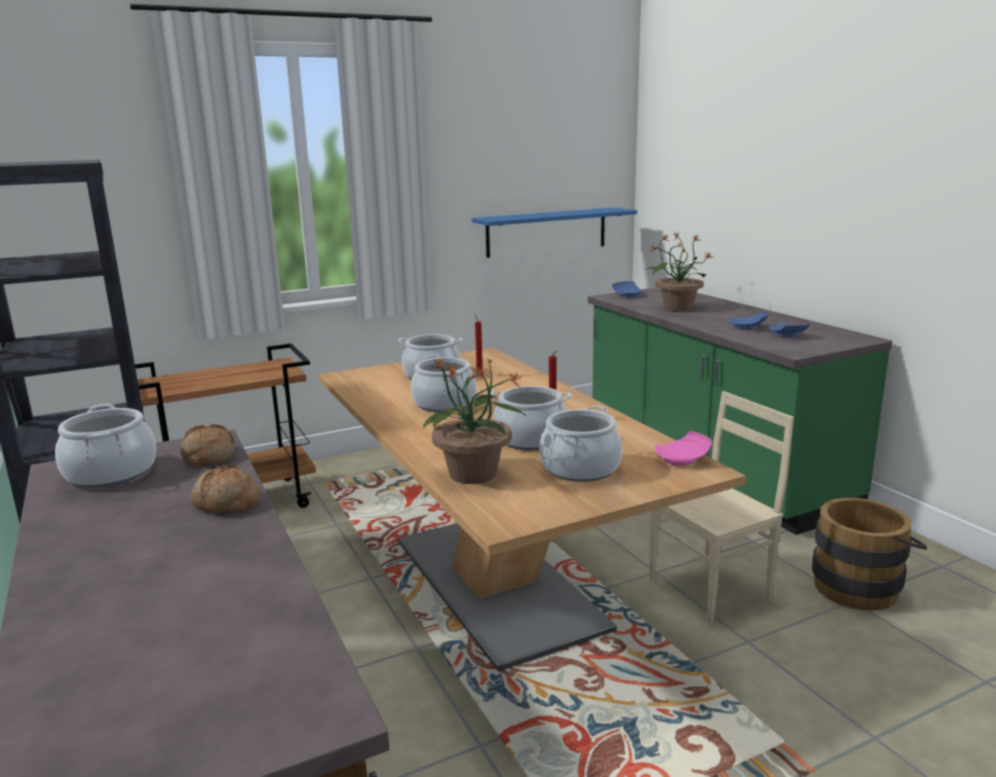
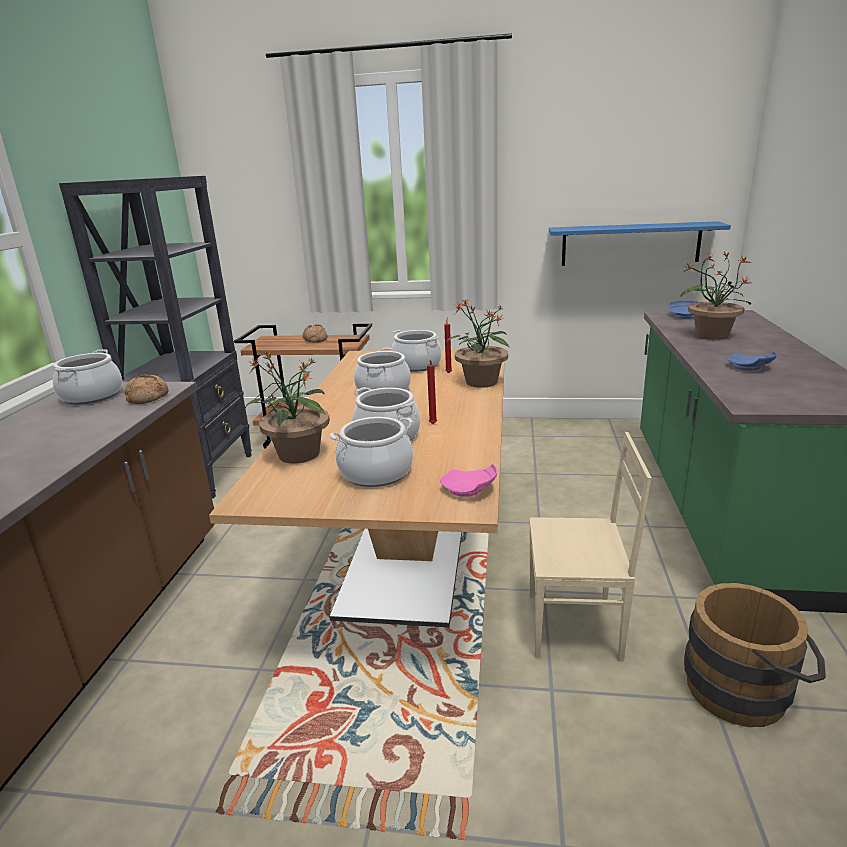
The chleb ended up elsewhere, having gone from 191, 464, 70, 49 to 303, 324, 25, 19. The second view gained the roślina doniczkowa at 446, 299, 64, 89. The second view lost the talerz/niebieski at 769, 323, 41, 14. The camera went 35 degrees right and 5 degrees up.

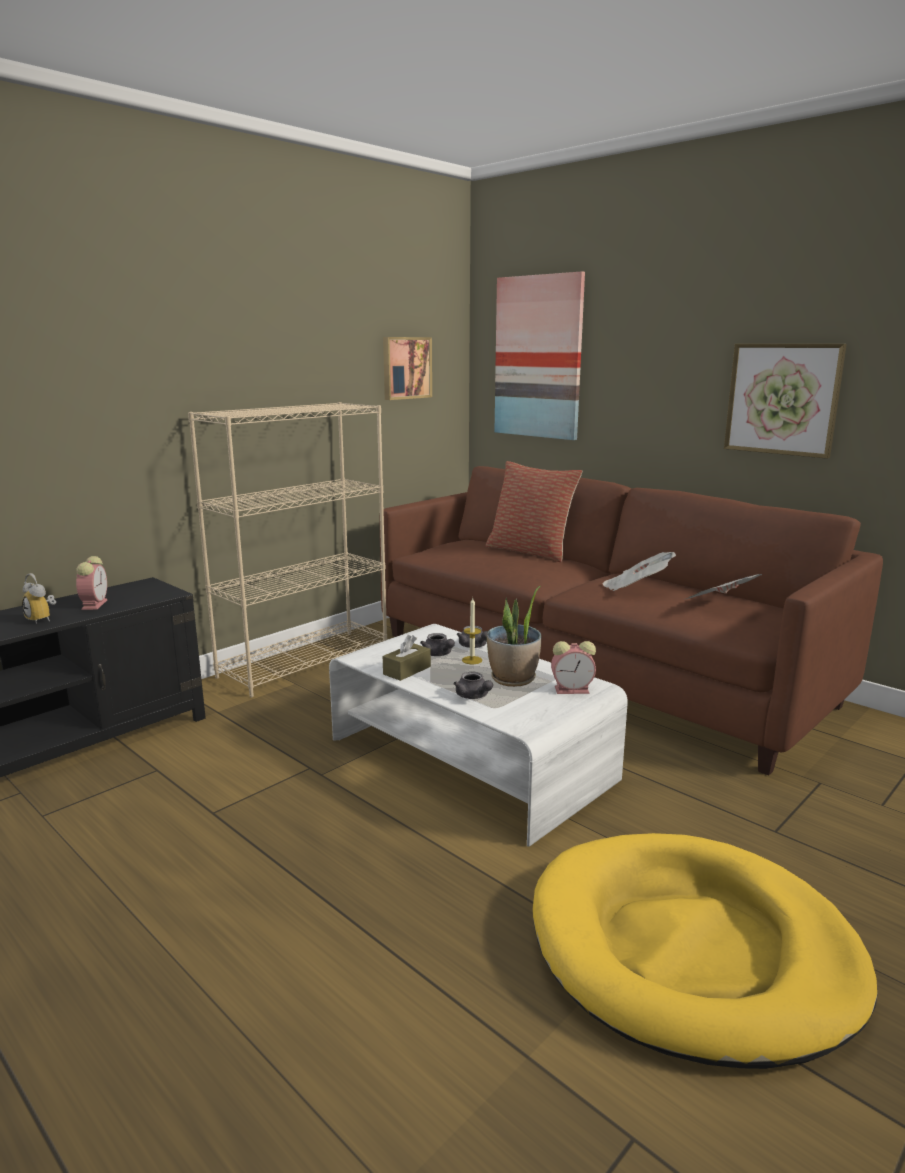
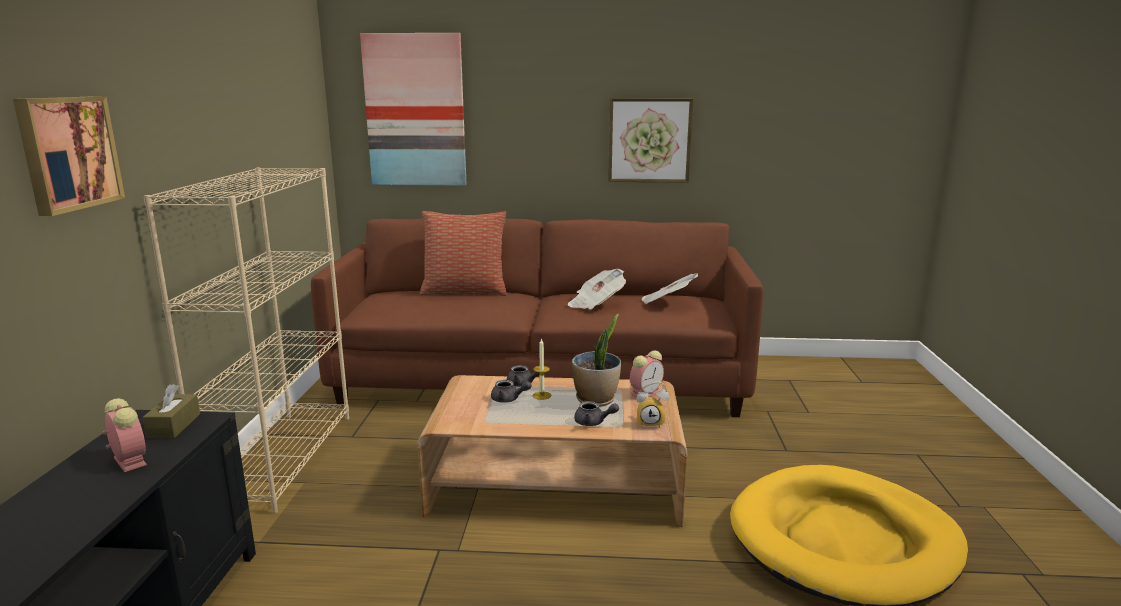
The obraz ended up elsewhere, having gone from 383, 337, 49, 63 to 13, 96, 112, 120. The pudełko chusteczek/brązowy ended up elsewhere, having gone from 383, 635, 48, 46 to 142, 384, 58, 54. What was the ława/biały at 329, 624, 299, 223 turned into the ława/brązowy at 417, 375, 270, 152. The budzik ended up elsewhere, having gone from 22, 573, 34, 51 to 637, 381, 32, 47. The camera went 40 degrees left and 0 degrees up.

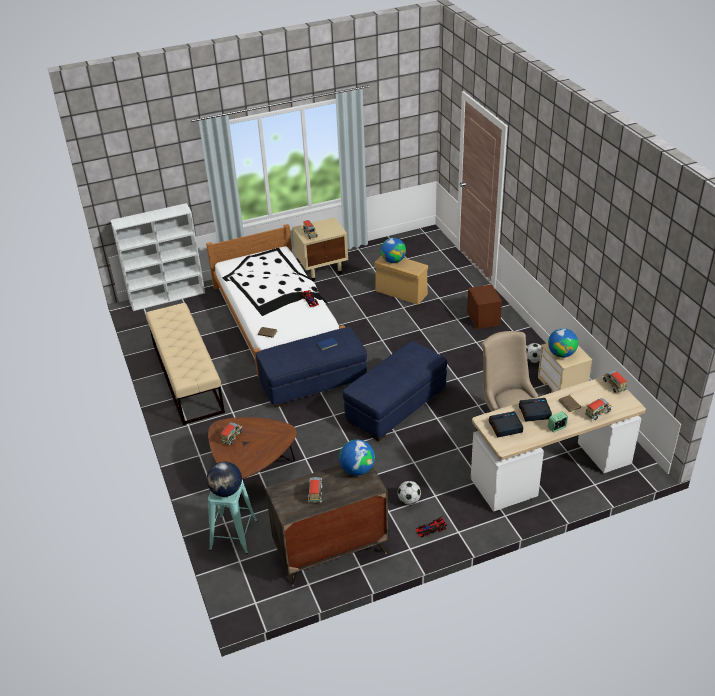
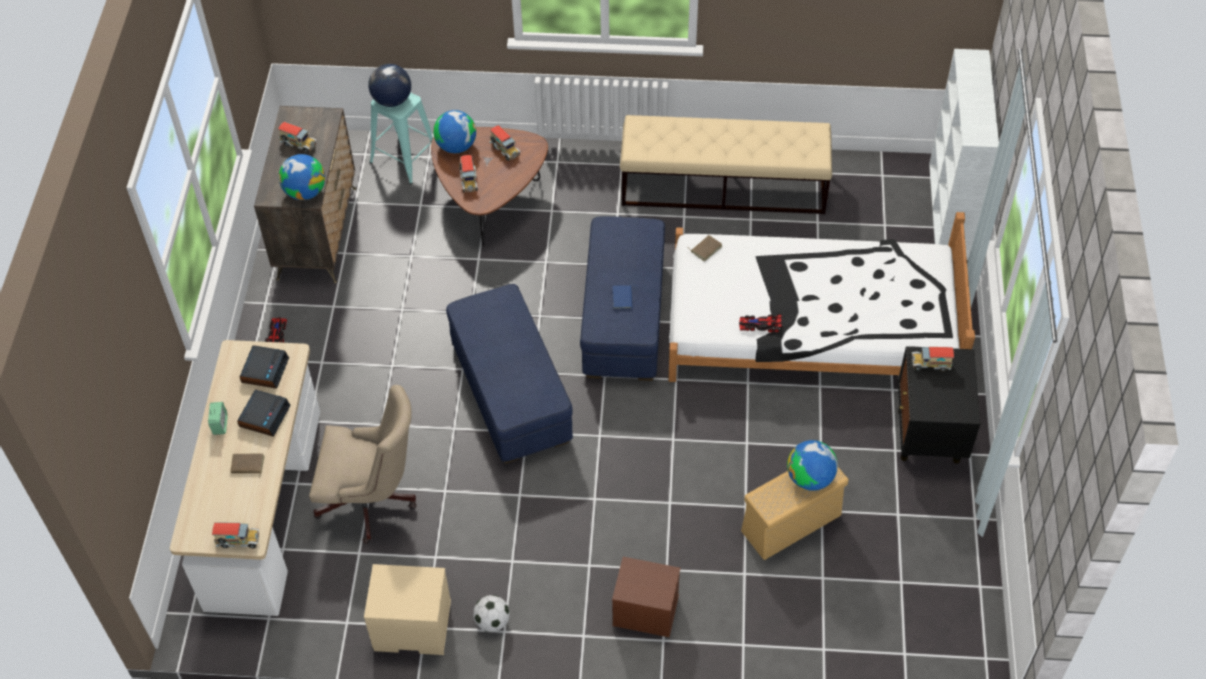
The globus ended up elsewhere, having gone from 548, 328, 30, 30 to 433, 110, 43, 43. The ciężarówka zabawkowa ended up elsewhere, having gone from 585, 398, 27, 22 to 459, 155, 19, 38. What was the szafka nocna/beżowy at 292, 217, 56, 64 turned into the szafka nocna/czarny at 898, 346, 82, 118. The second view lost the piłka futbolowa at 397, 481, 24, 24. The camera went 115 degrees right and 15 degrees up.

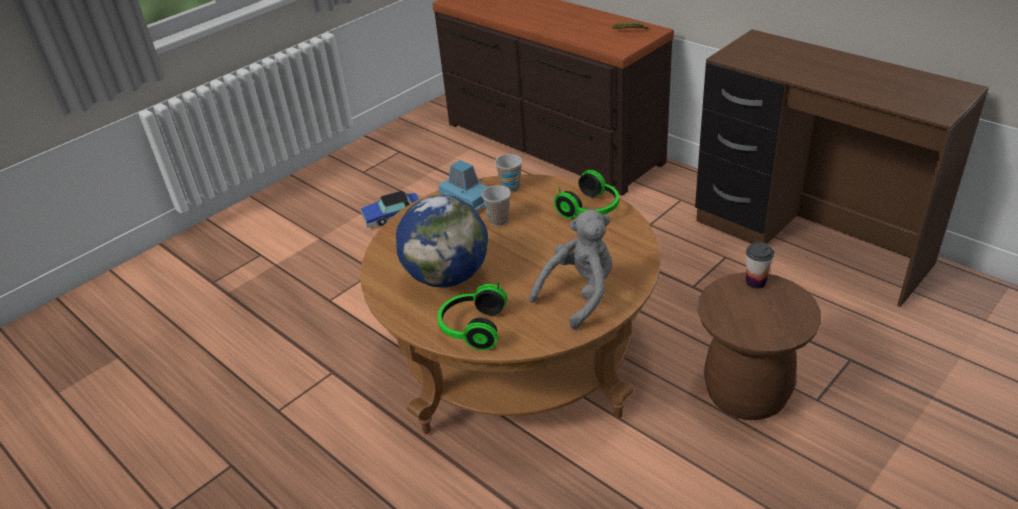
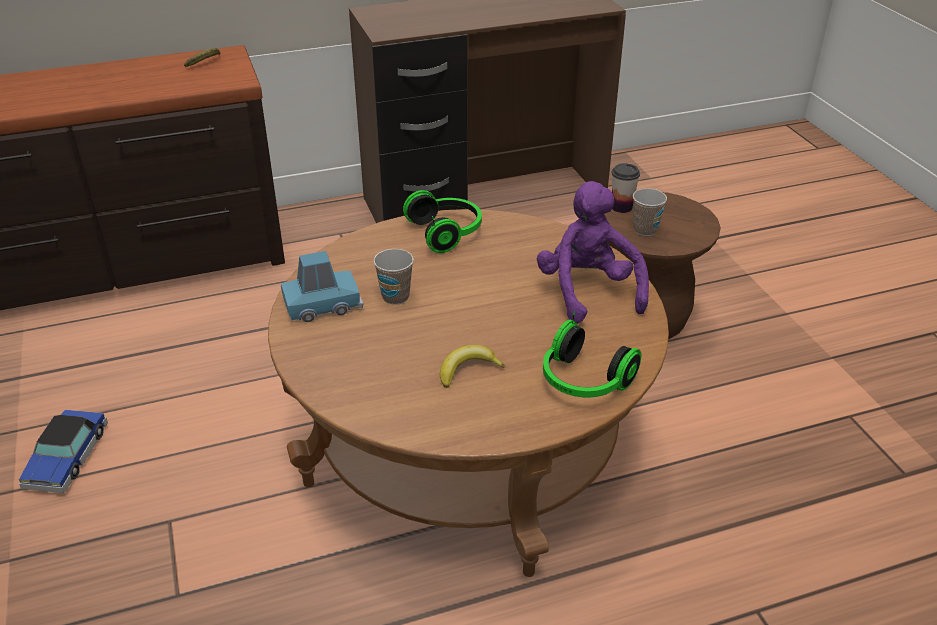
Where the globus stood at 396, 195, 92, 93, the banan came to stand at 440, 345, 65, 43. What was the pluszak/szary at 529, 209, 83, 121 turned into the pluszak/fioletowy at 537, 181, 112, 143. The filiżanka ended up elsewhere, having gone from 495, 154, 27, 39 to 633, 188, 34, 48. The camera went 65 degrees left and 0 degrees up.

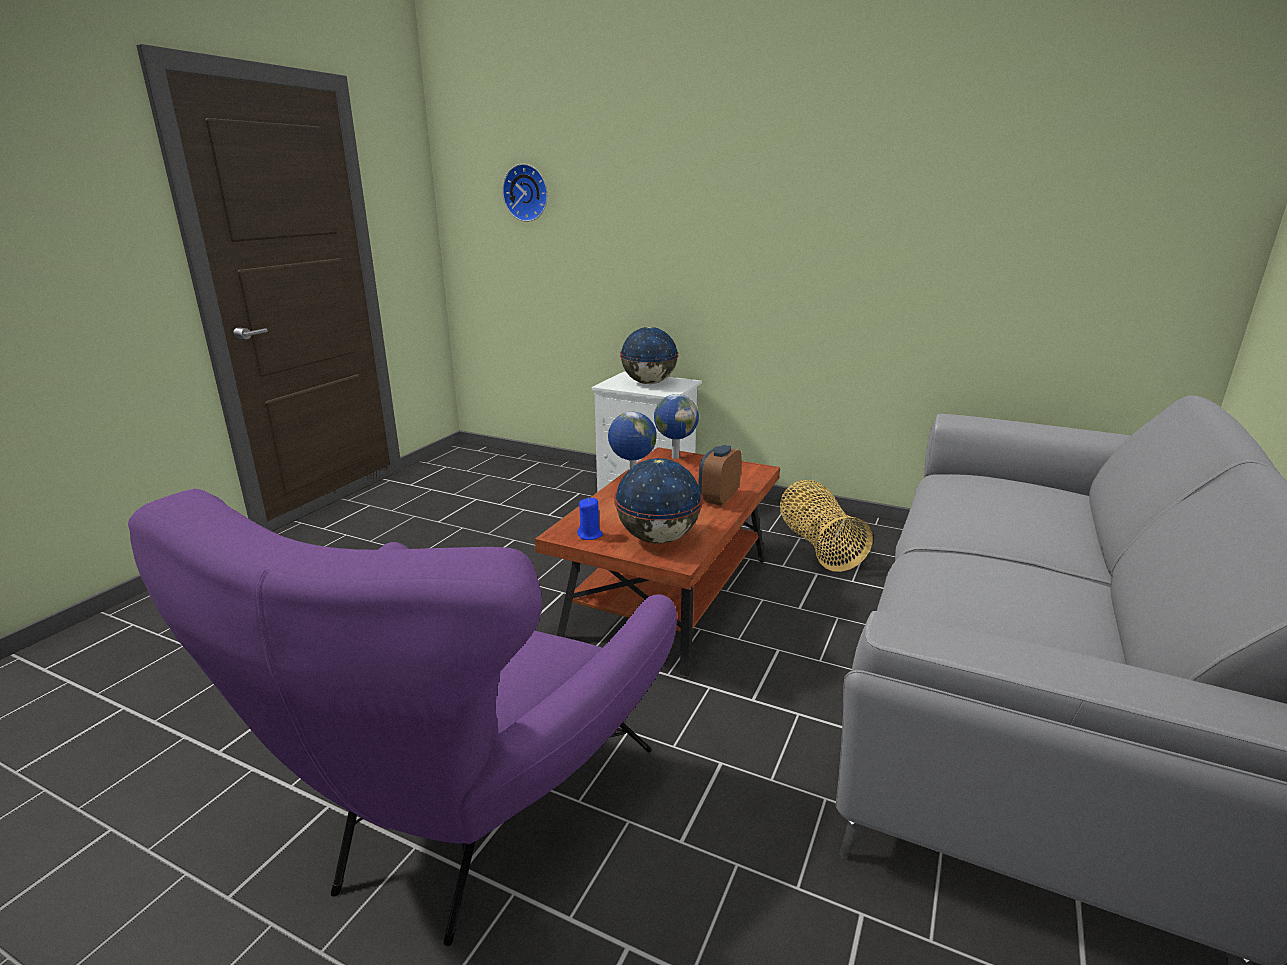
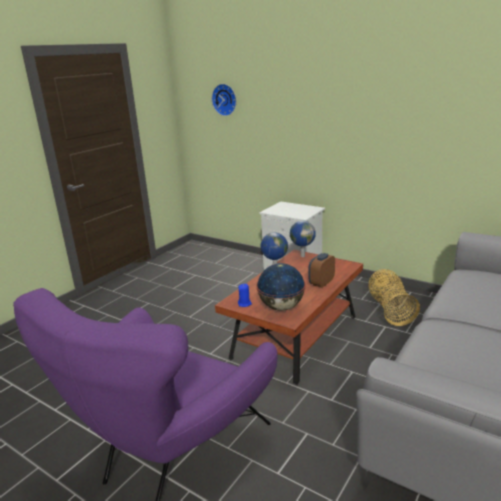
The second view lost the globus at 620, 327, 59, 57. The camera went 10 degrees right and 0 degrees up.

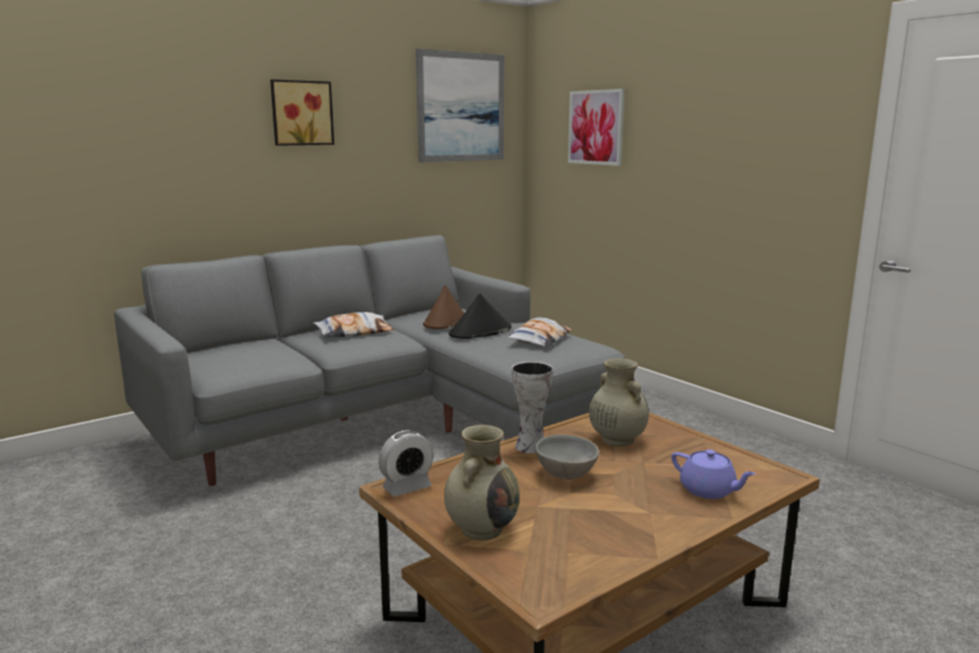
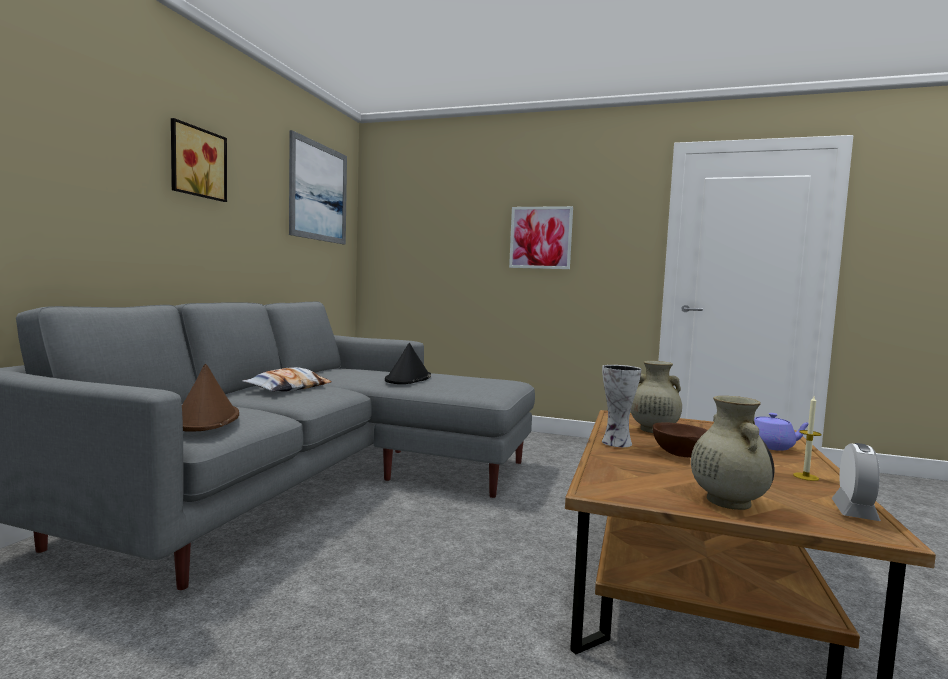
The kapelusz/brązowy ended up elsewhere, having gone from 423, 285, 42, 44 to 182, 364, 57, 68. The obraz ended up elsewhere, having gone from 568, 89, 57, 77 to 509, 206, 64, 63. What was the miska/szary at 535, 435, 64, 45 turned into the miska/brązowy at 653, 423, 55, 34. The second view gained the świeca at 793, 396, 28, 85. The budzik ended up elsewhere, having gone from 378, 430, 55, 67 to 832, 443, 49, 78. The second view lost the poduszka at 507, 317, 65, 30. The camera went 35 degrees left and 10 degrees down.

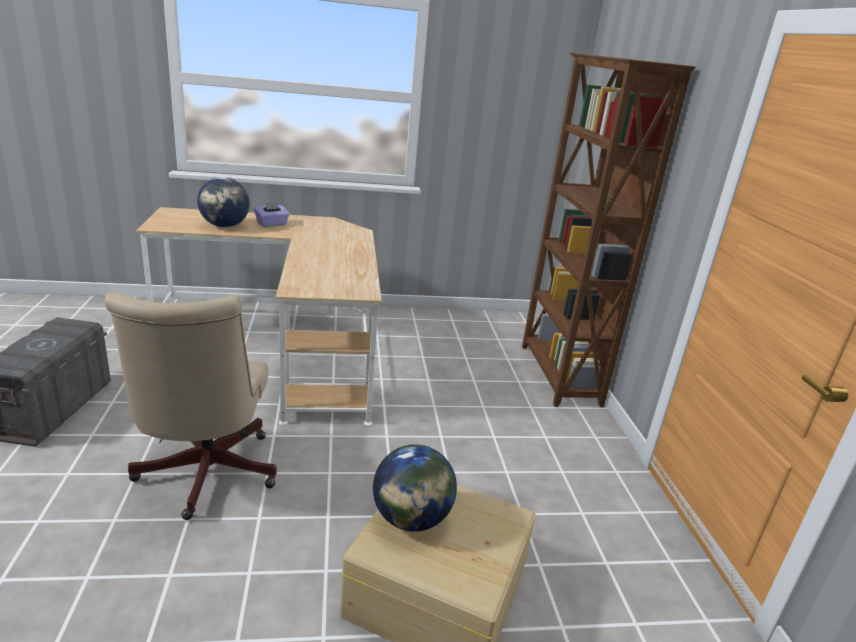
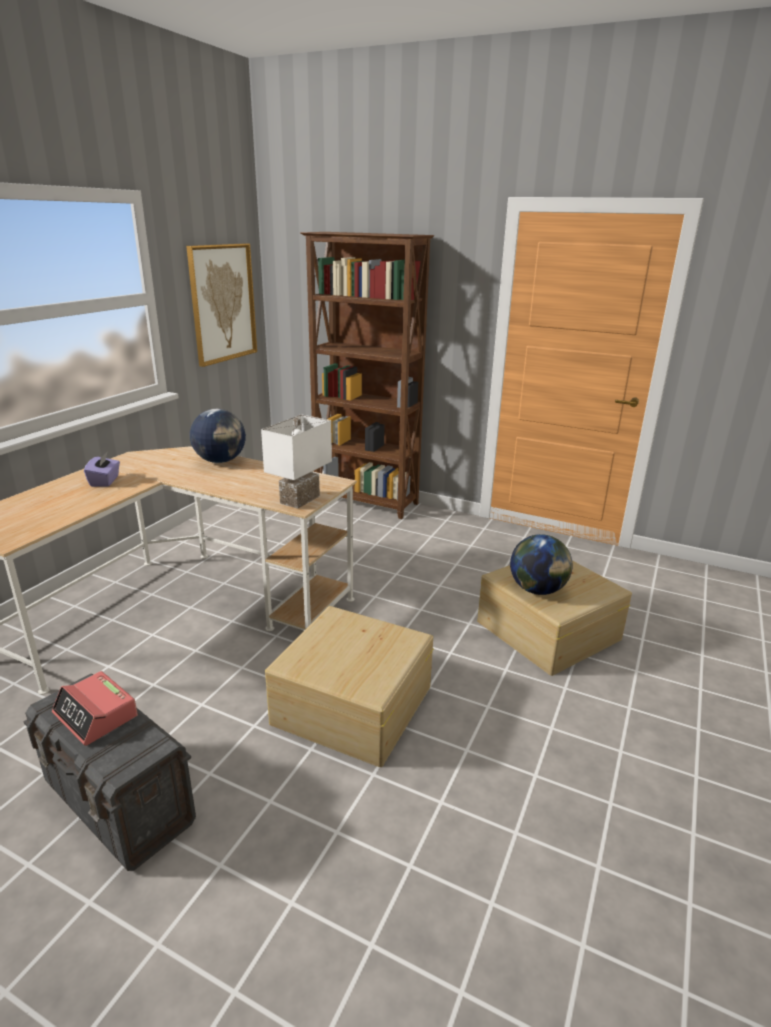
The second view gained the budzik at 52, 671, 86, 75. The second view gained the obraz at 186, 243, 71, 124. The globus ended up elsewhere, having gone from 197, 177, 53, 51 to 190, 409, 56, 54. The second view gained the lampa stołowa/biały at 261, 414, 71, 95. Where the krzesło biurowe/beżowy stood at 105, 292, 172, 228, the pojemnik do przechowywania/beżowy came to stand at 265, 606, 168, 161. The camera went 55 degrees left and 0 degrees up.

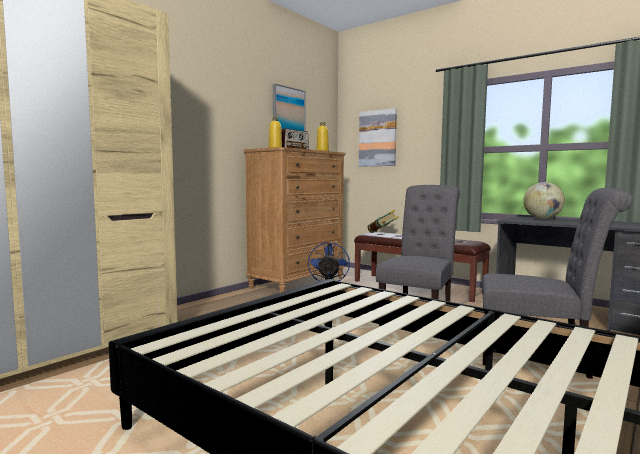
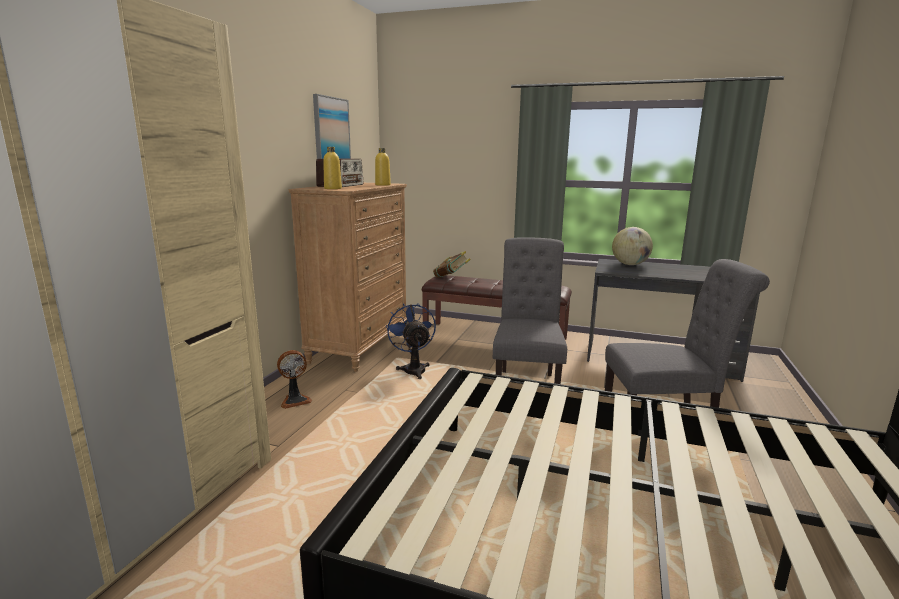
The second view gained the wentylator at 277, 350, 35, 59. The second view lost the obraz at 359, 108, 38, 59. The camera went 20 degrees left and 10 degrees up.

